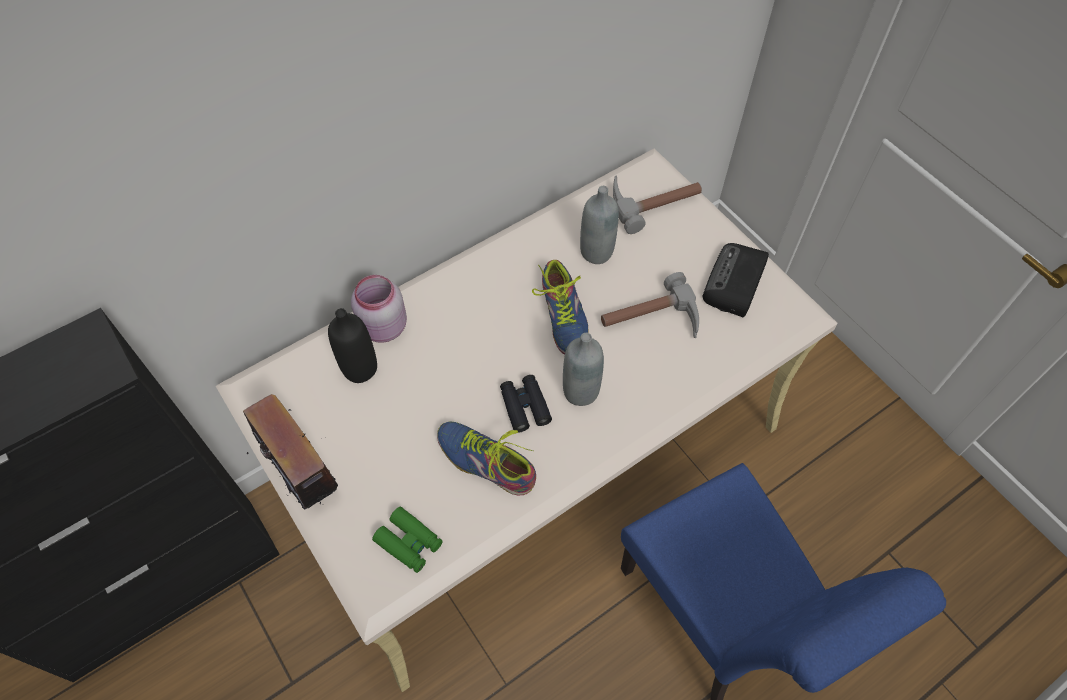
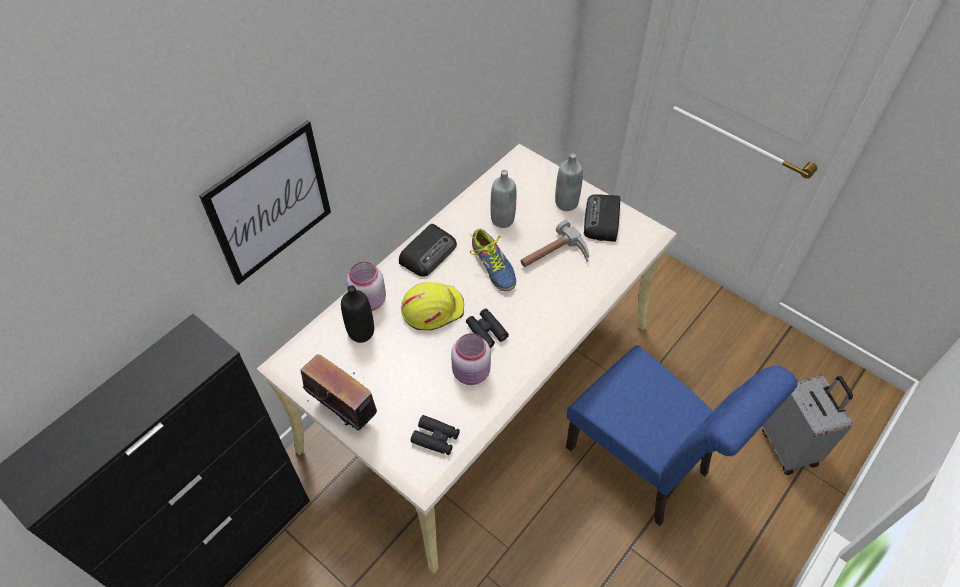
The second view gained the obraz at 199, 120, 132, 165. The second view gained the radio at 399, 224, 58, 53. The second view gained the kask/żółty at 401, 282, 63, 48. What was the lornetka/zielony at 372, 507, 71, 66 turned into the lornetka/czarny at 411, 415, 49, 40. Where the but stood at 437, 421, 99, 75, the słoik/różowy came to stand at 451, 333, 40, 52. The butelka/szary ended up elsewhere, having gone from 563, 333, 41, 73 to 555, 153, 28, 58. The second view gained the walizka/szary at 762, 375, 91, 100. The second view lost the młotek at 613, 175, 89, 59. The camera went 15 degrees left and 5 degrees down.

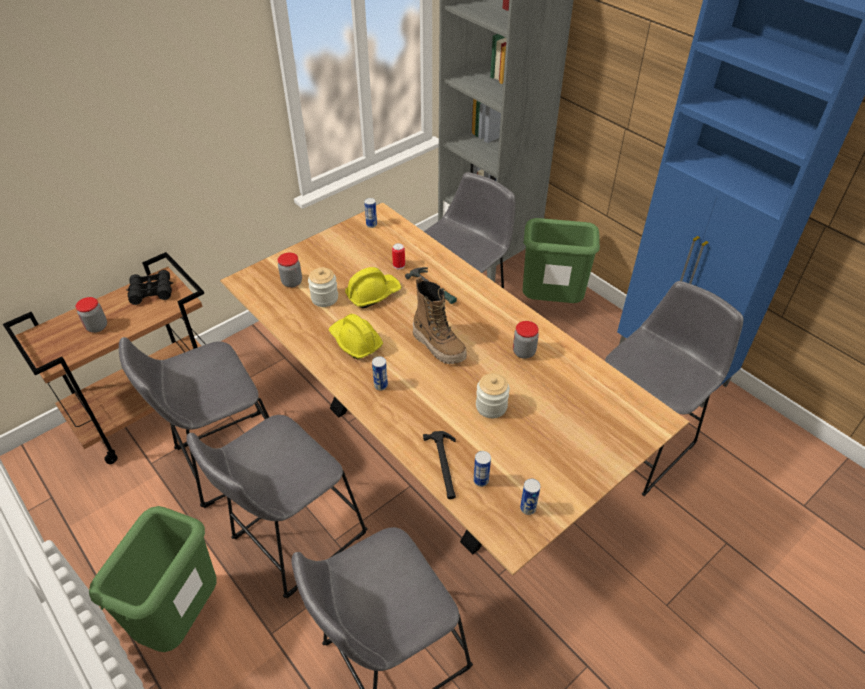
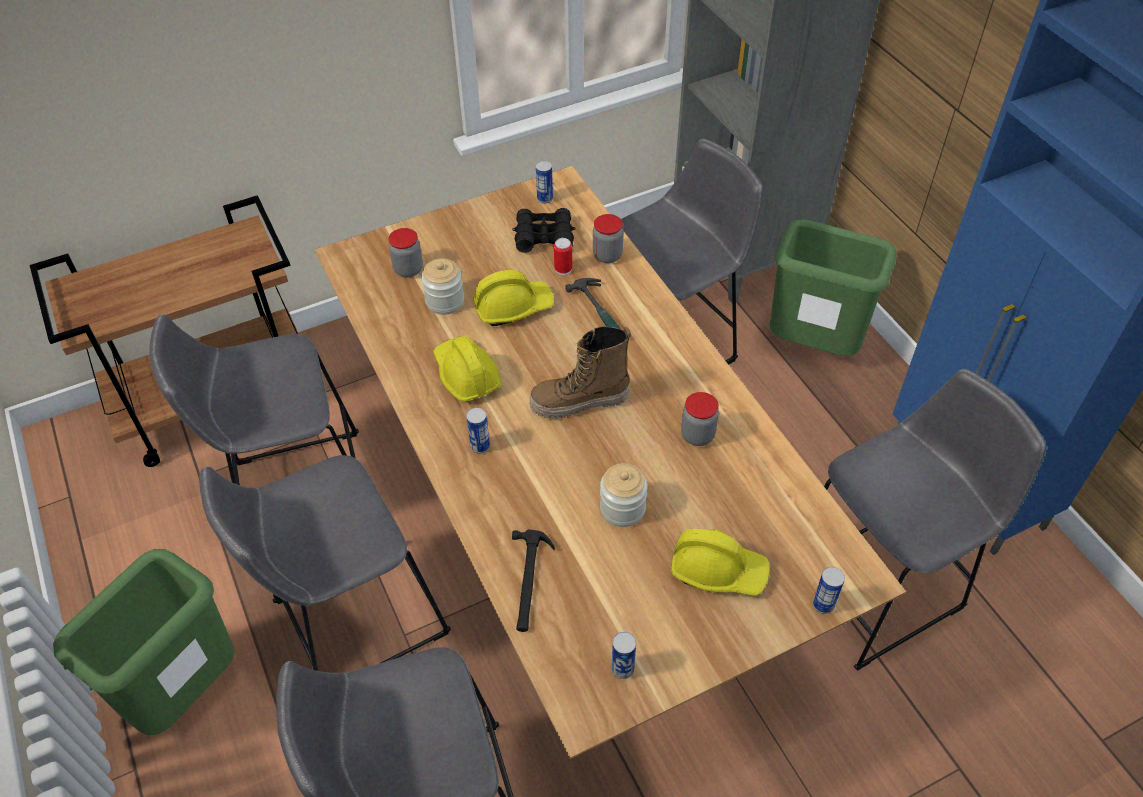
The lornetka/czarny ended up elsewhere, having gone from 126, 270, 47, 35 to 512, 208, 64, 45. The but z cholewką at 413, 276, 54, 88 ended up facing another way, 105 degrees clockwise from before. The słoik ended up elsewhere, having gone from 75, 297, 32, 36 to 593, 214, 30, 49. The second view gained the kask/żółty at 671, 529, 98, 67. The puszka ended up elsewhere, having gone from 473, 451, 18, 36 to 813, 567, 32, 47. The camera went 15 degrees right and 5 degrees up.

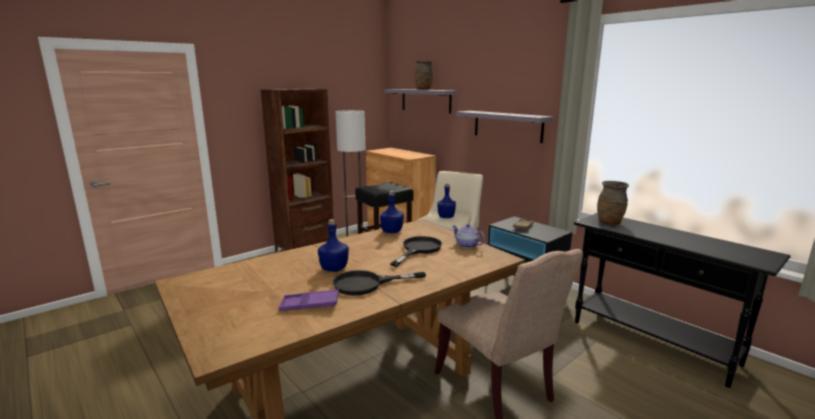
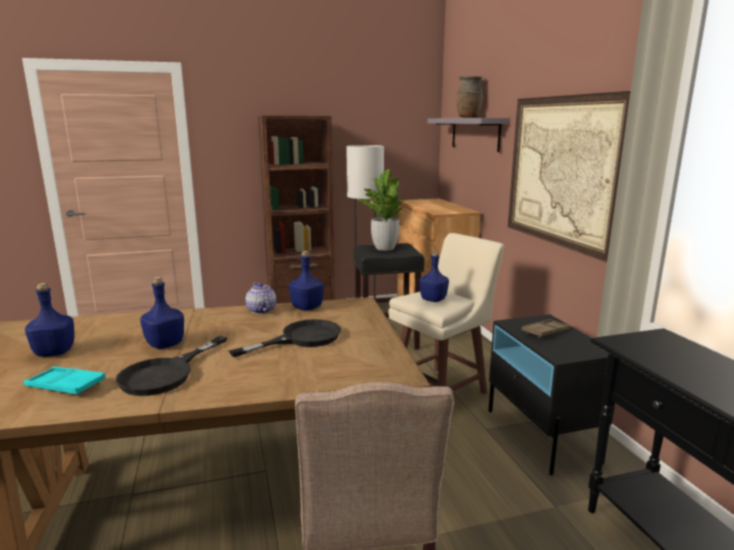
What was the taca/fioletowy at 279, 289, 60, 22 turned into the taca/turkusowy at 23, 367, 83, 28. The second view gained the butelka/niebieski at 25, 283, 49, 74. The patelnia/czarny at 332, 270, 94, 26 ended up facing another way, 75 degrees counterclockwise from before. The imbryk ended up elsewhere, having gone from 452, 224, 33, 24 to 245, 282, 31, 32. The second view gained the roślina doniczkowa at 357, 170, 48, 81. Where the półka/szary hung at 456, 111, 98, 32, the obraz came to hang at 508, 91, 123, 171. The second view lost the wazon/brązowy at 597, 181, 32, 44. The camera went 25 degrees right and 0 degrees up.

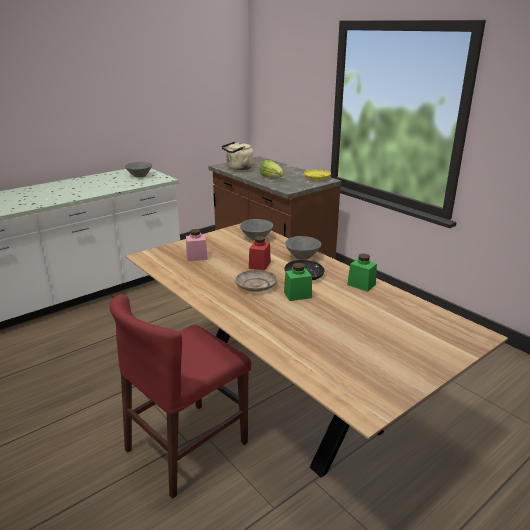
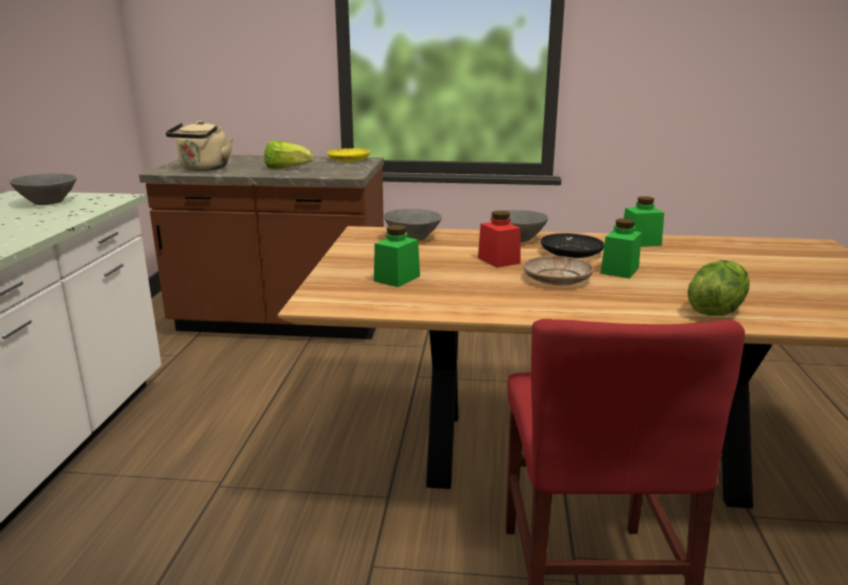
What was the słoik/różowy at 186, 229, 22, 32 turned into the słoik/zielony at 374, 225, 46, 62. The second view gained the sałata at 687, 260, 63, 56. The camera went 45 degrees left and 5 degrees down.

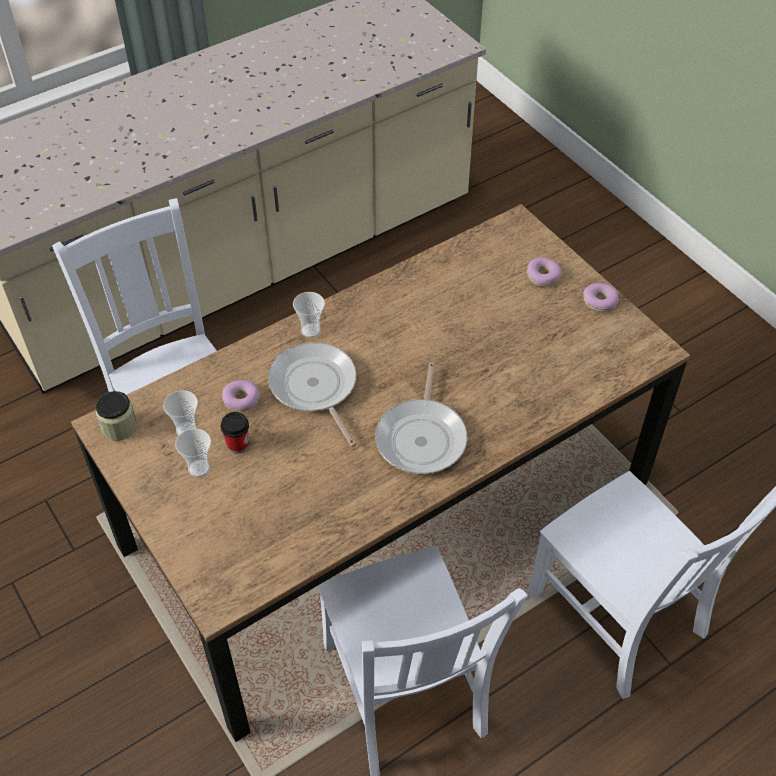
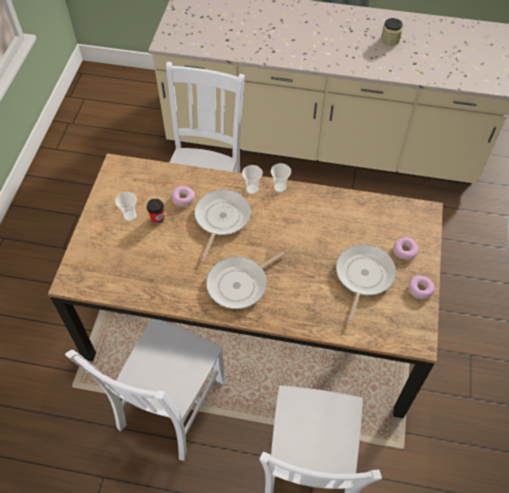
The filiżanka ended up elsewhere, having gone from 163, 390, 35, 46 to 271, 163, 20, 30. The second view gained the patelnia at 336, 244, 60, 80. The słoik ended up elsewhere, having gone from 96, 391, 41, 50 to 381, 18, 22, 28. The camera went 45 degrees right and 5 degrees up.

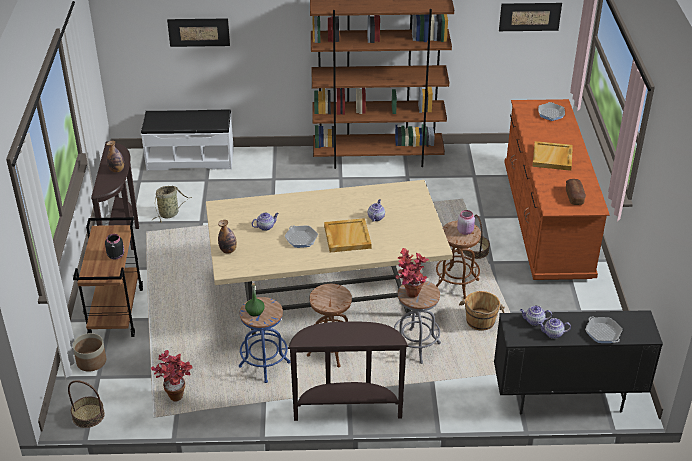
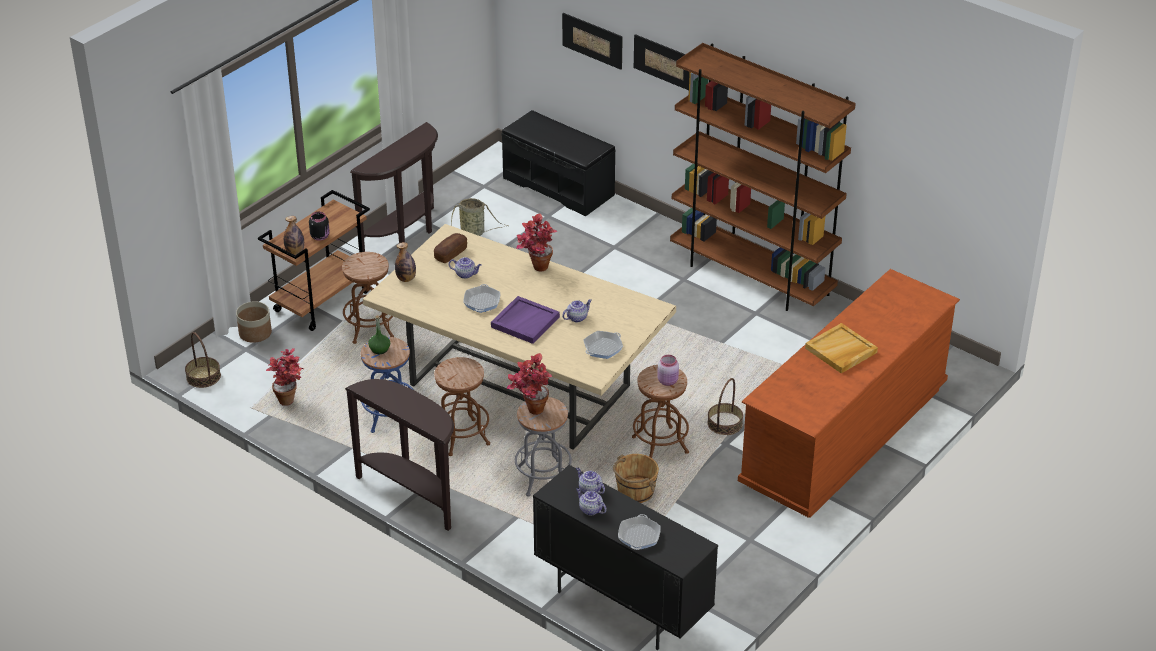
The butelka ended up elsewhere, having gone from 106, 141, 18, 32 to 284, 216, 20, 39. The second view gained the stołek/brązowy at 342, 252, 52, 92. The chleb ended up elsewhere, having gone from 566, 179, 20, 26 to 434, 233, 33, 30. What was the taca/beżowy at 324, 218, 48, 35 turned into the taca/fioletowy at 491, 296, 69, 48. What was the ławka/biały at 141, 109, 93, 62 turned into the ławka/czarny at 501, 110, 115, 106. The second view gained the roślina doniczkowa at 516, 213, 41, 59. The patelnia ended up elsewhere, having gone from 538, 102, 27, 19 to 584, 331, 39, 28. The obraz ended up elsewhere, having gone from 499, 3, 63, 28 to 634, 34, 56, 56. The camera went 40 degrees right and 0 degrees up.

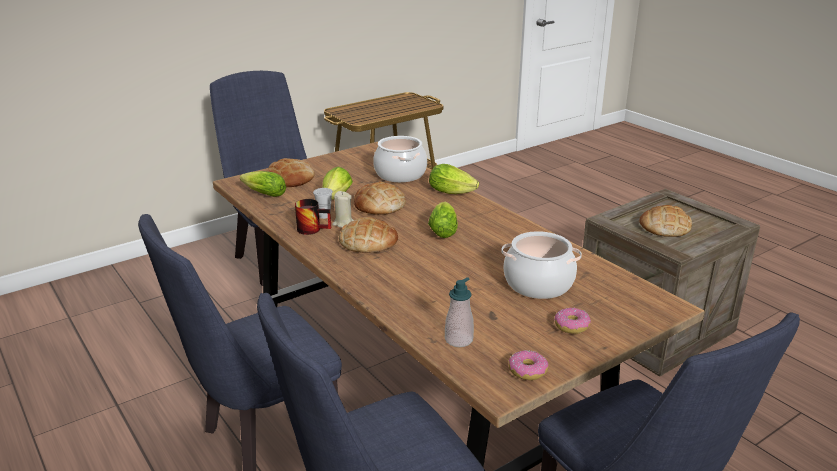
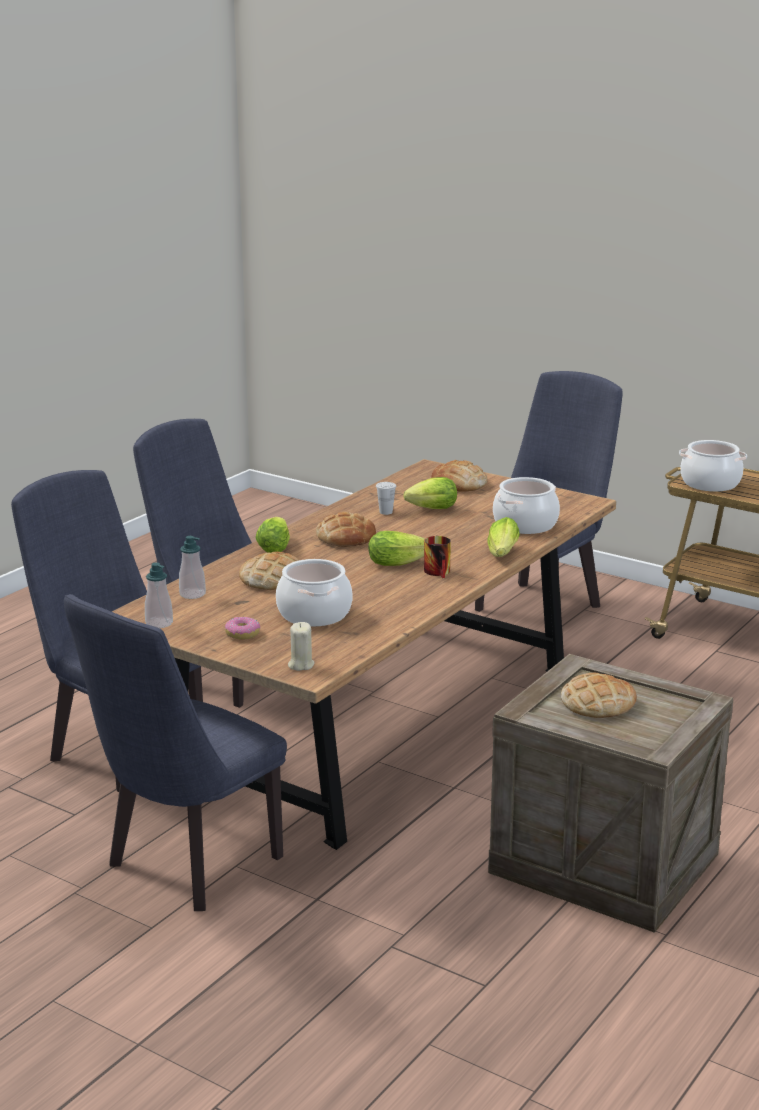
Where the donut stood at 508, 350, 40, 30, the dozownik mydła came to stand at 145, 563, 28, 65. The chleb ended up elsewhere, having gone from 354, 181, 52, 34 to 239, 552, 60, 38. The sałata ended up elsewhere, having gone from 240, 171, 46, 26 to 255, 517, 35, 36. The świeca/beżowy ended up elsewhere, having gone from 332, 191, 22, 37 to 288, 622, 26, 49. The kubek ended up elsewhere, having gone from 295, 199, 36, 36 to 424, 536, 27, 42. The second view gained the garnek at 679, 440, 68, 52. The camera went 70 degrees right and 5 degrees down.

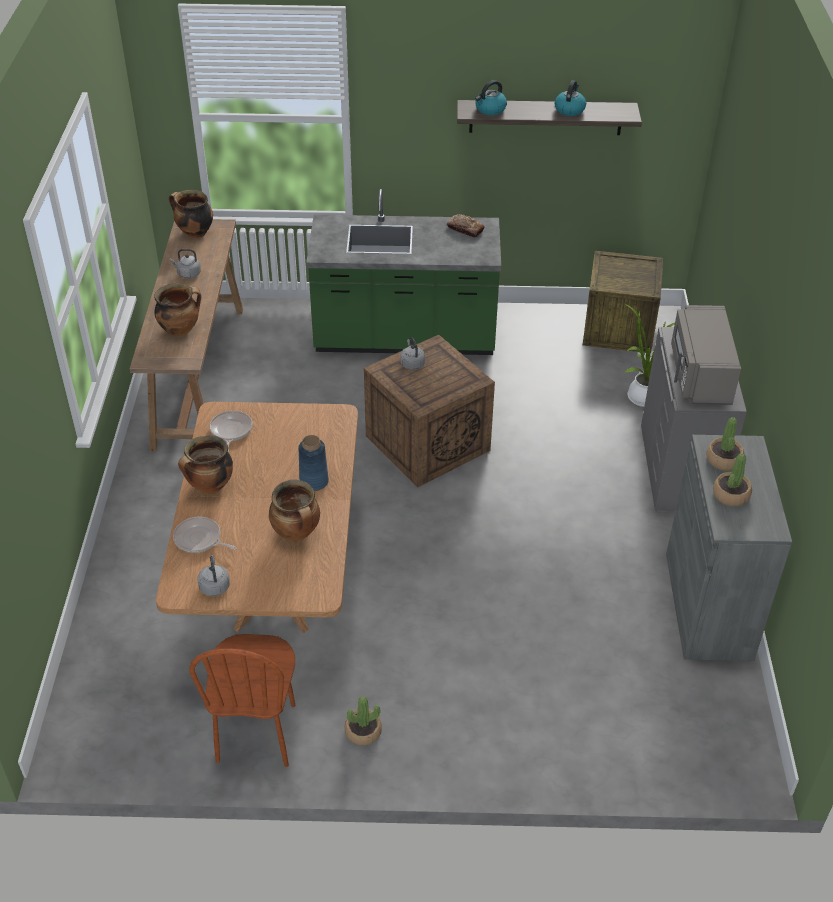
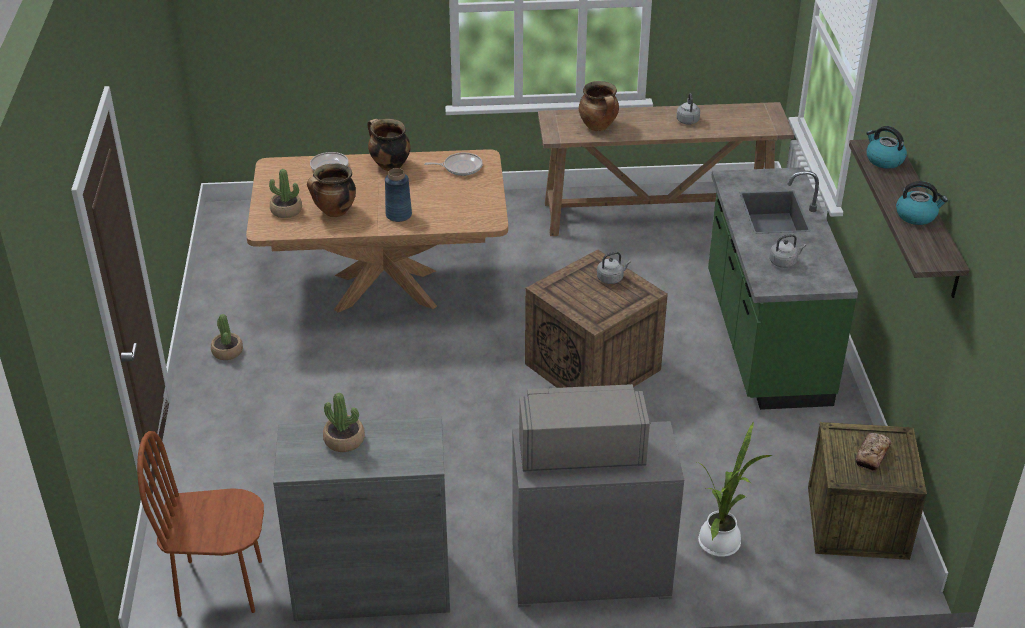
The krzesło/brązowy ended up elsewhere, having gone from 189, 634, 106, 133 to 137, 431, 127, 186. The roślina doniczkowa ended up elsewhere, having gone from 706, 417, 38, 54 to 269, 169, 33, 49. The czajnik/szary ended up elsewhere, having gone from 198, 555, 32, 41 to 770, 234, 36, 34. The chleb ended up elsewhere, having gone from 447, 214, 38, 24 to 856, 433, 35, 39. The second view lost the garnek at 169, 190, 44, 48. The camera went 85 degrees right and 5 degrees down.

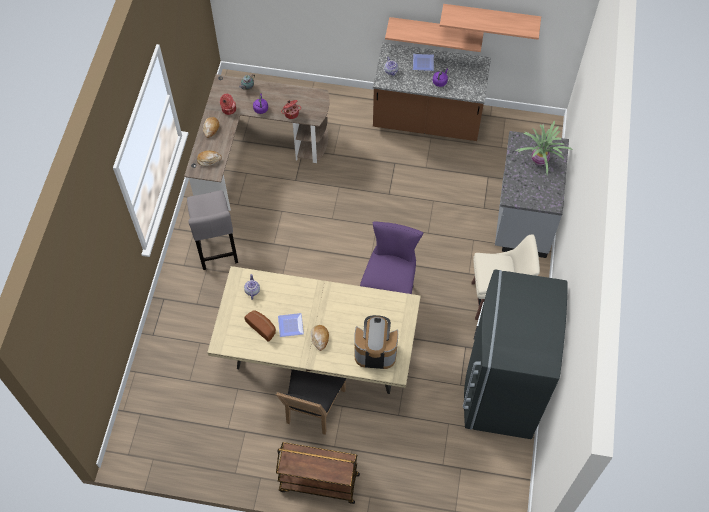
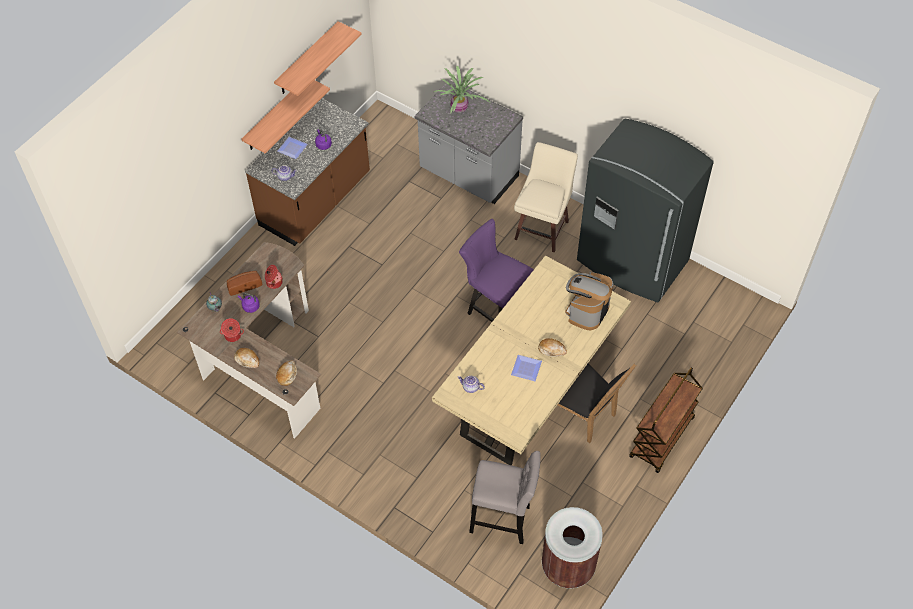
The chleb ended up elsewhere, having gone from 244, 310, 32, 32 to 227, 271, 35, 25. The stołek/szary ended up elsewhere, having gone from 187, 190, 51, 80 to 469, 451, 72, 93. The second view gained the kosz na śmieci/brązowy at 542, 507, 61, 81. The camera went 65 degrees left and 5 degrees down.

